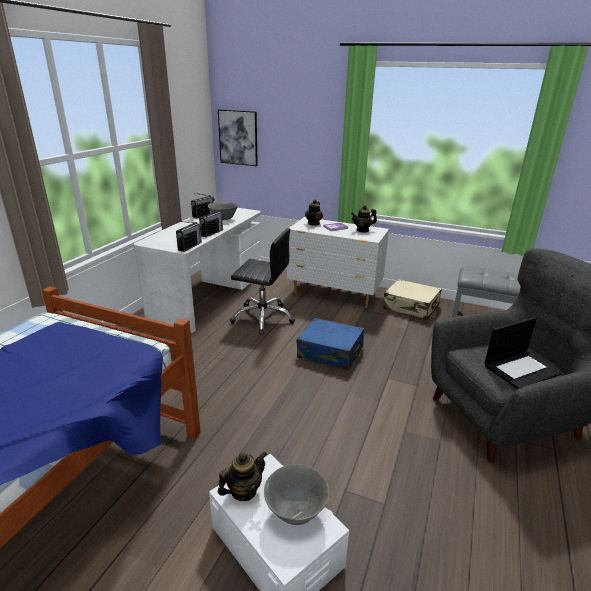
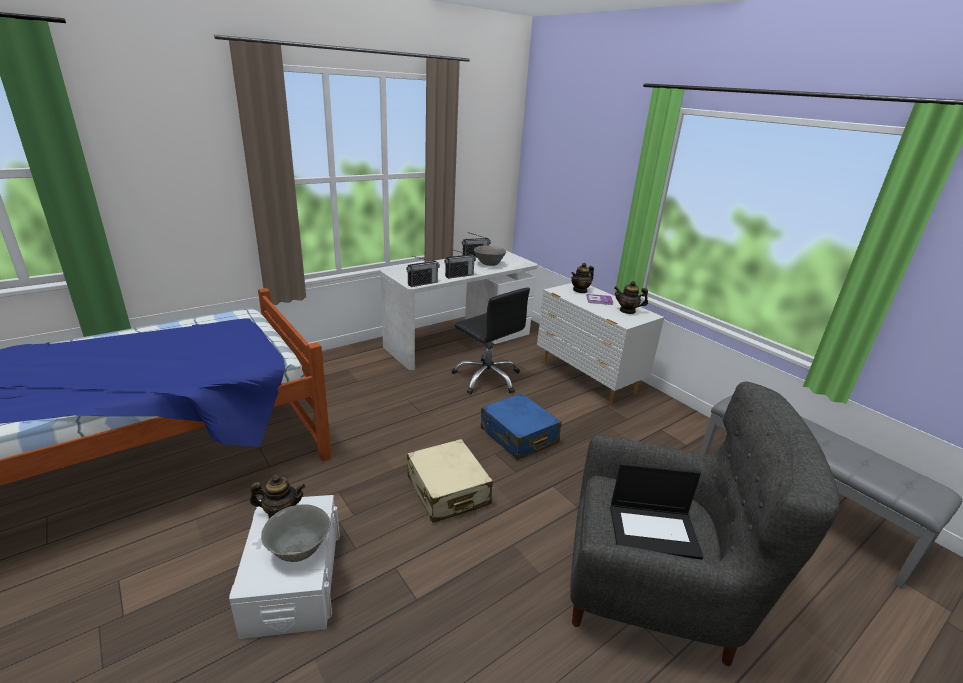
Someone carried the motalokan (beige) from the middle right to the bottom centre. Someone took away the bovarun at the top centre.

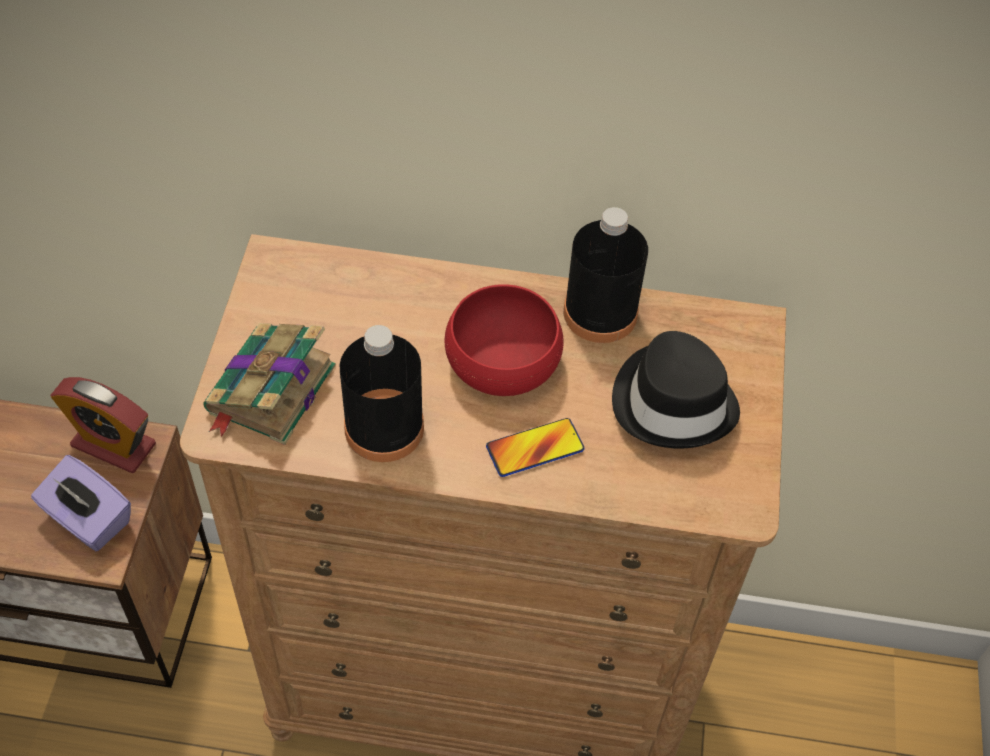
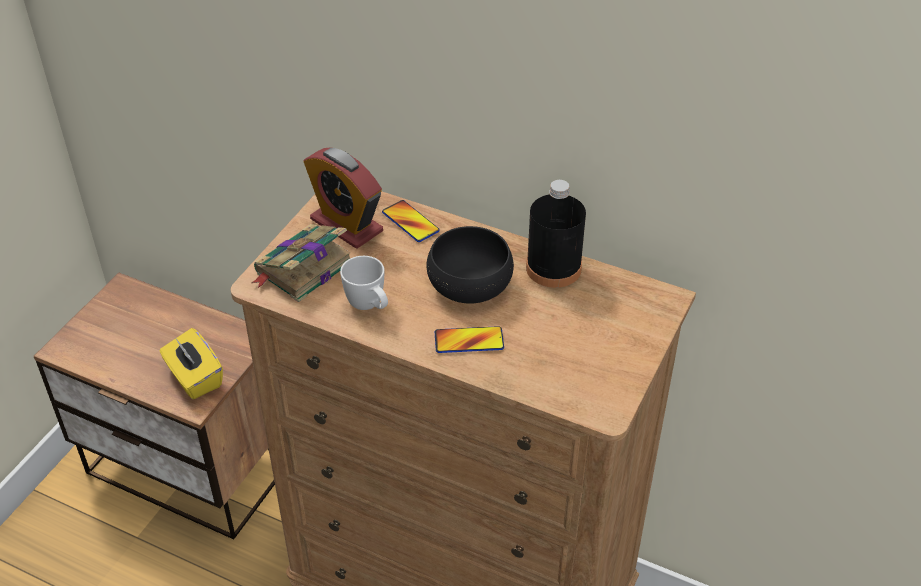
Someone repainted the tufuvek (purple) at the middle left, which became the tufuvek (yellow) at the middle left. Someone carried the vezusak from the middle left to the centre. Someone swapped the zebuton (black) (no. 1 from left) at the centre for the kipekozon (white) at the centre. Someone put down the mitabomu (no. 1 from left) at the centre. Someone repainted the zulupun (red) at the centre, which became the zulupun (black) at the centre. Someone took away the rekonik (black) at the middle right.

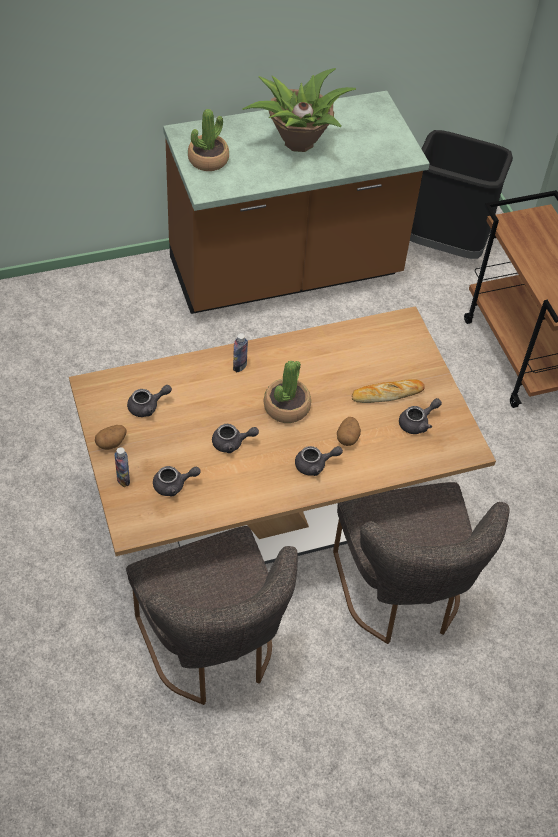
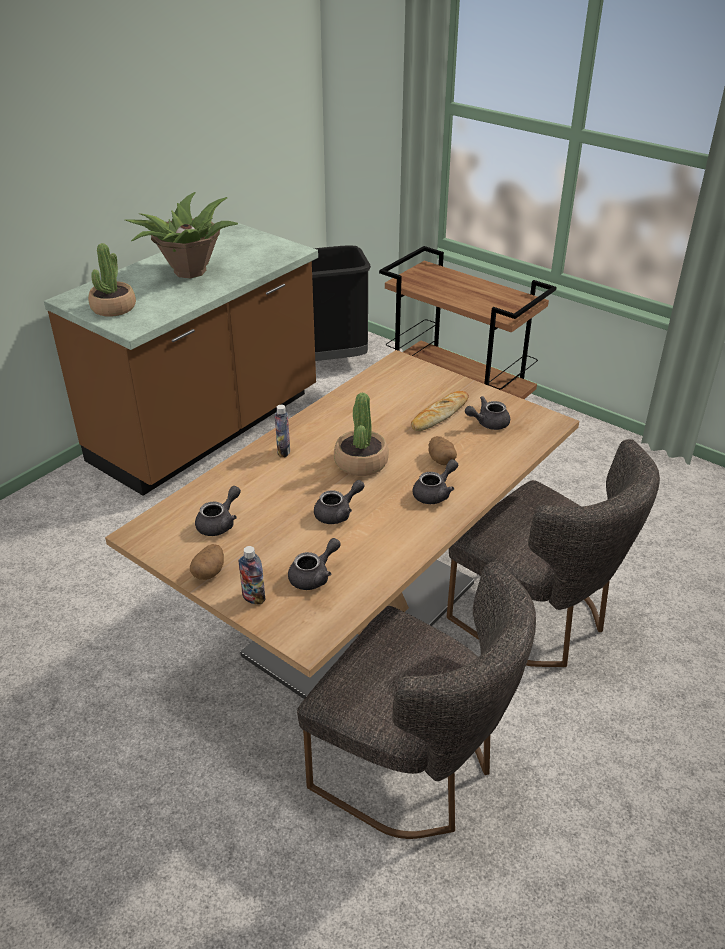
Someone rotated the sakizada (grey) (no. 5 from left) at the middle right by 135 degrees counterclockwise.

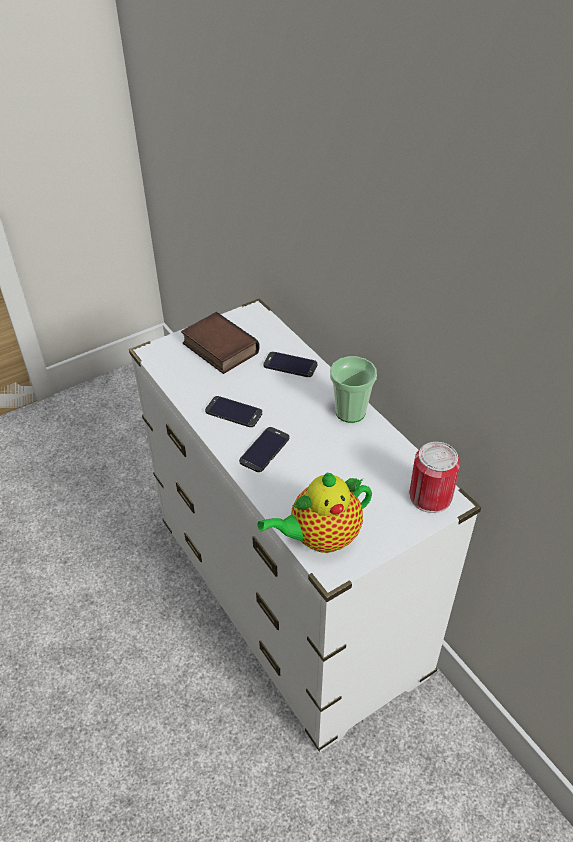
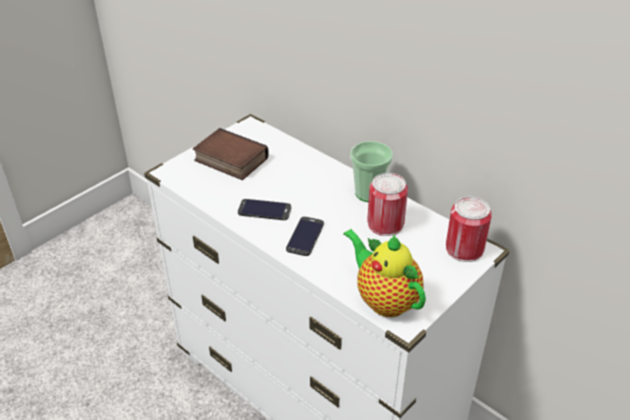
Someone rotated the sakizada at the centre by 90 degrees clockwise. Someone put down the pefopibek (no. 1 from left) at the centre. Someone took away the mitabomu (no. 3 from left) at the centre.

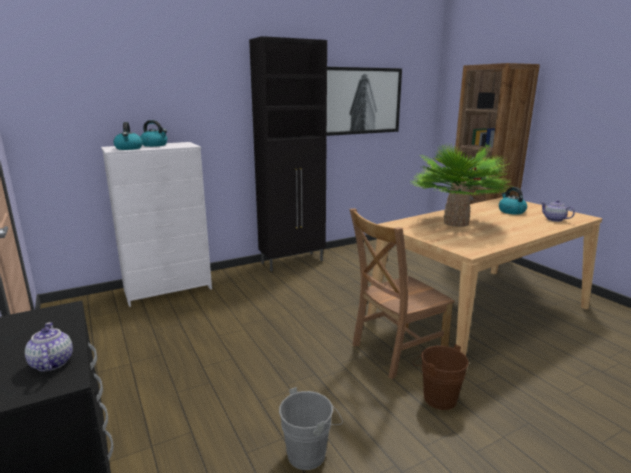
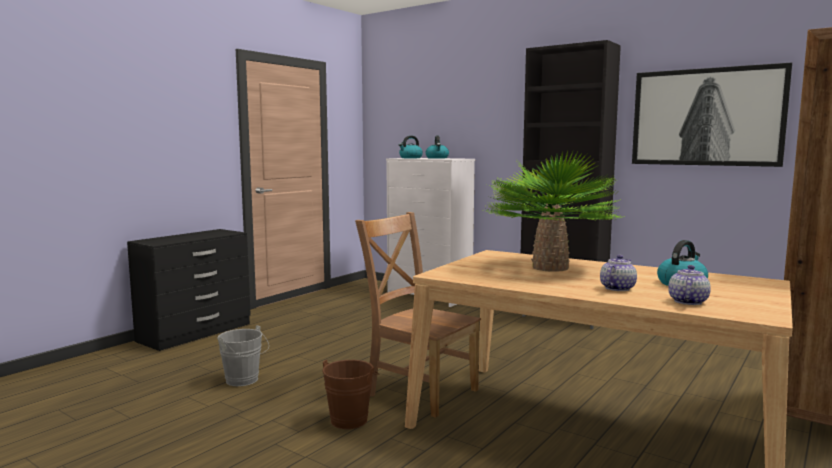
Someone carried the sakizada (no. 1 from left) from the bottom left to the middle right.

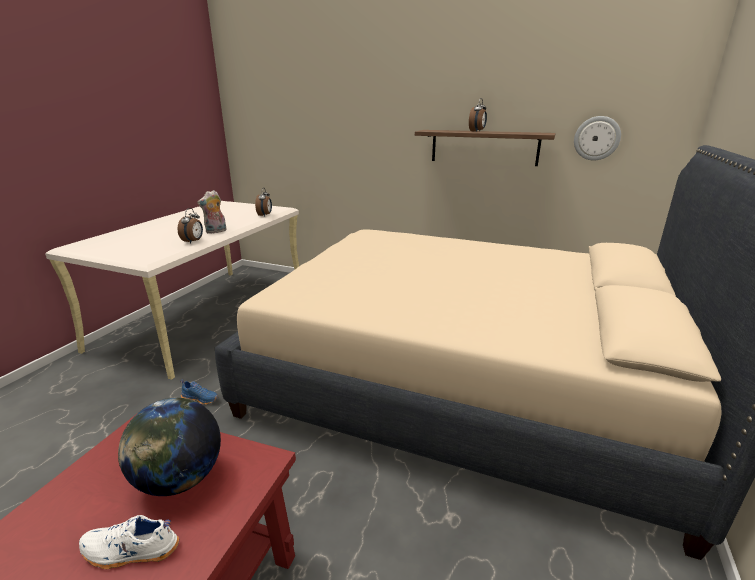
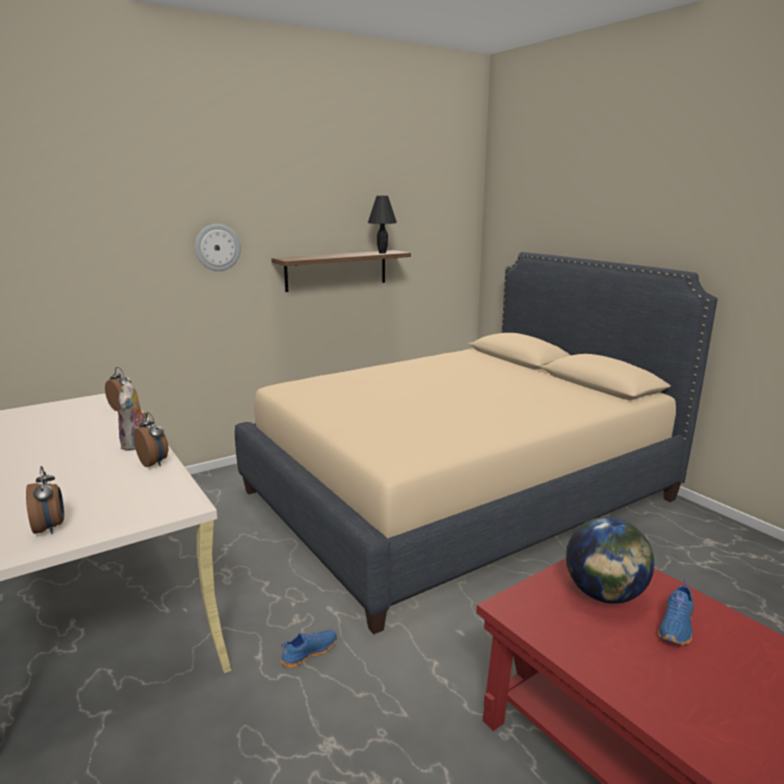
Someone carried the vezusak (no. 3 from left in the first image) from the top centre to the middle left. Someone carried the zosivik from the top right to the top left. Someone put down the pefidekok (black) at the top centre. Someone repainted the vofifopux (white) at the bottom left, which became the vofifopux (blue) (no. 2 from left) at the bottom right.

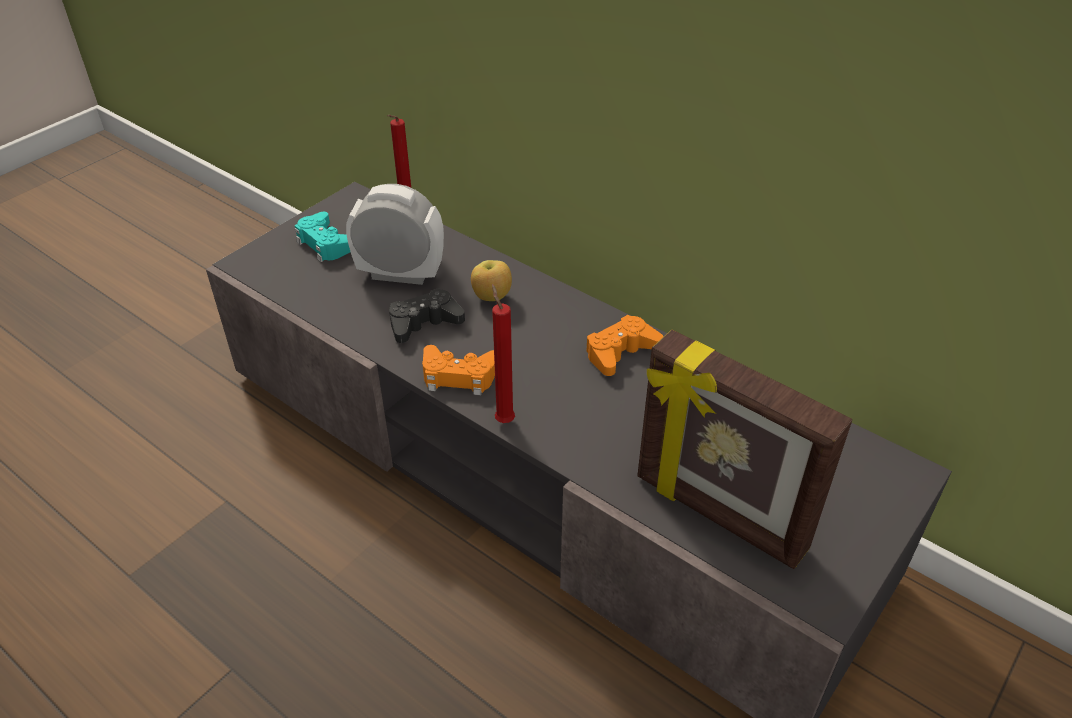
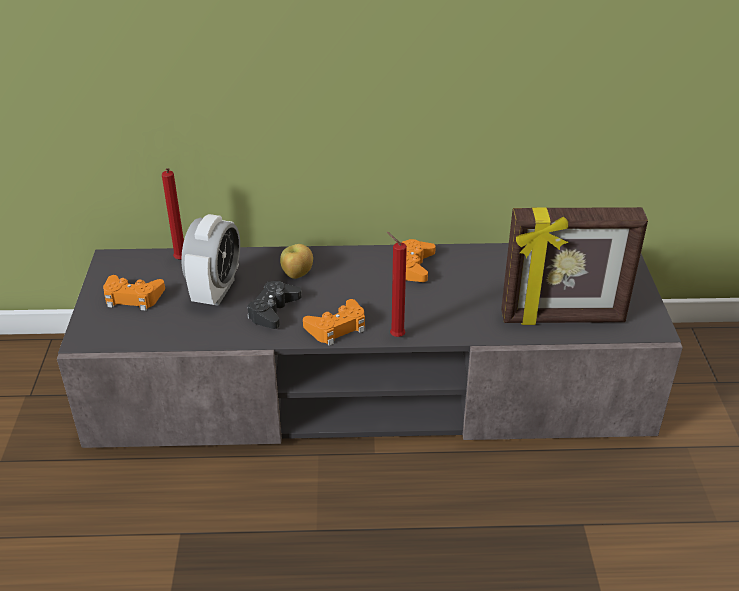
Someone repainted the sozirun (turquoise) at the top left, which became the sozirun (orange) (no. 1 from left) at the middle left. Someone rotated the vezusak at the top centre by 135 degrees clockwise.

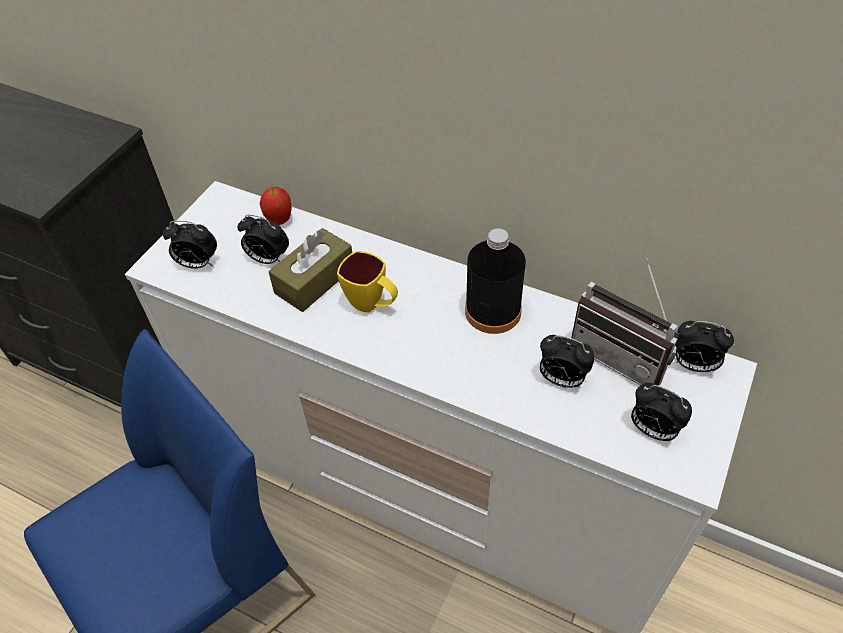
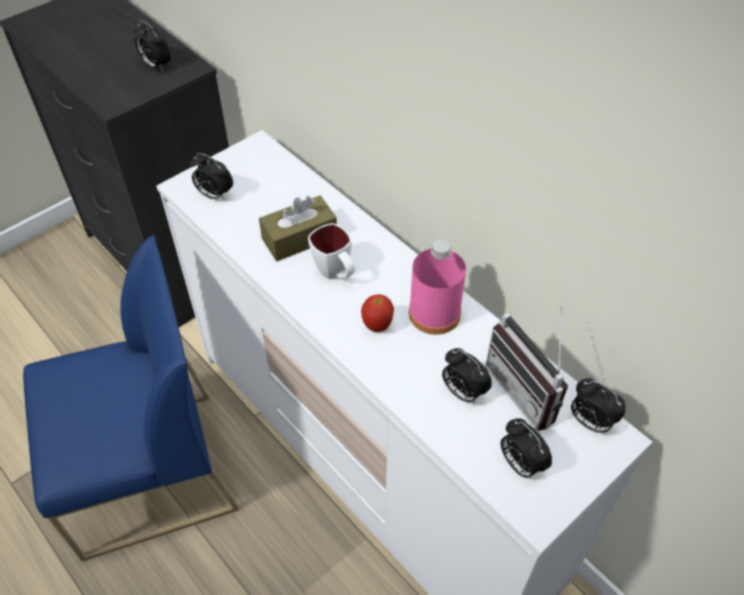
Someone carried the vezusak (no. 2 from left in the first image) from the middle left to the top left. Someone repainted the kipekozon (yellow) at the centre, which became the kipekozon (white) at the centre. Someone carried the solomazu from the top left to the centre. Someone repainted the zebuton (black) at the centre, which became the zebuton (pink) at the centre.

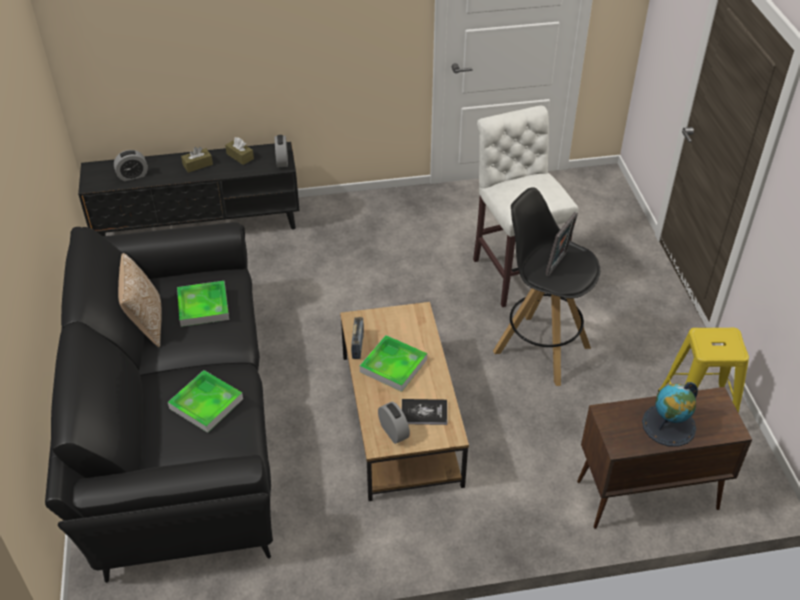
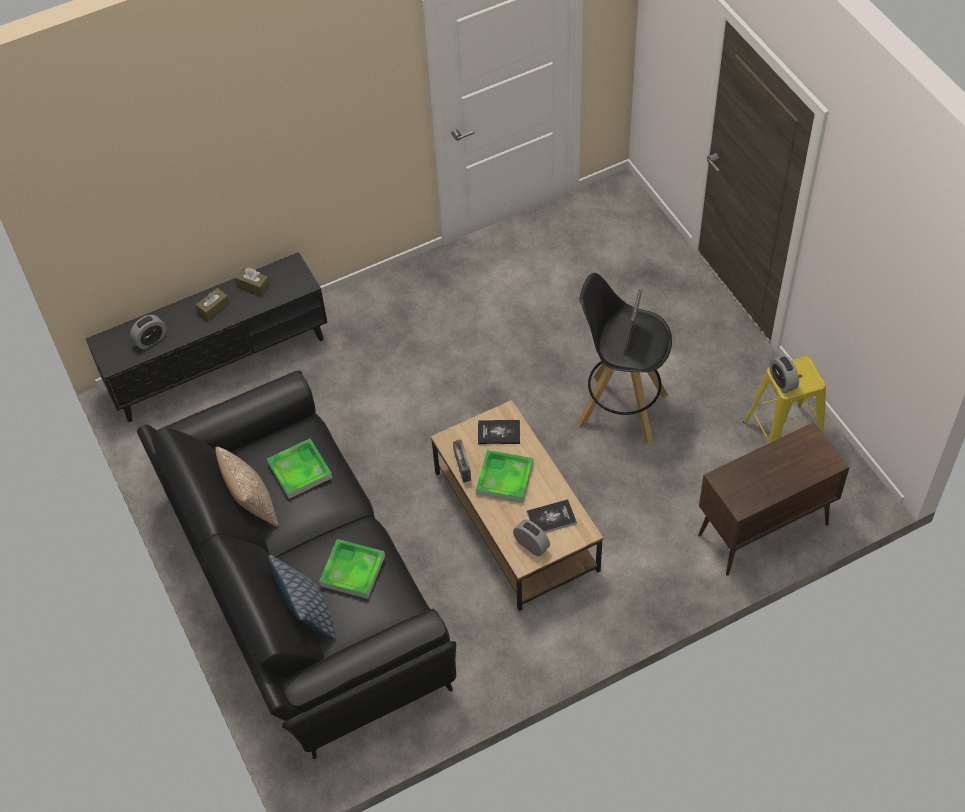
Someone put down the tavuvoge (no. 2 from left) at the bottom left. Someone put down the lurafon (no. 1 from left) at the centre. Someone carried the vezusak (no. 2 from left in the first image) from the top centre to the middle right. Someone took away the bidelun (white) at the centre. Someone took away the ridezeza at the bottom right.

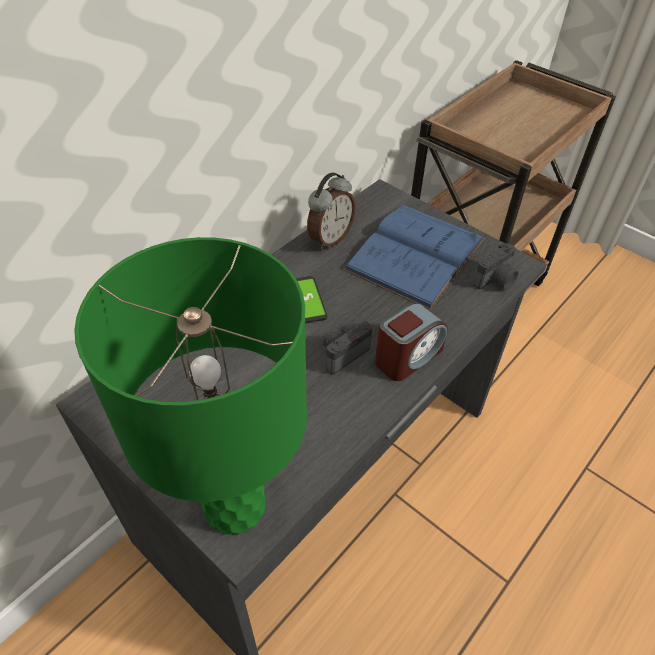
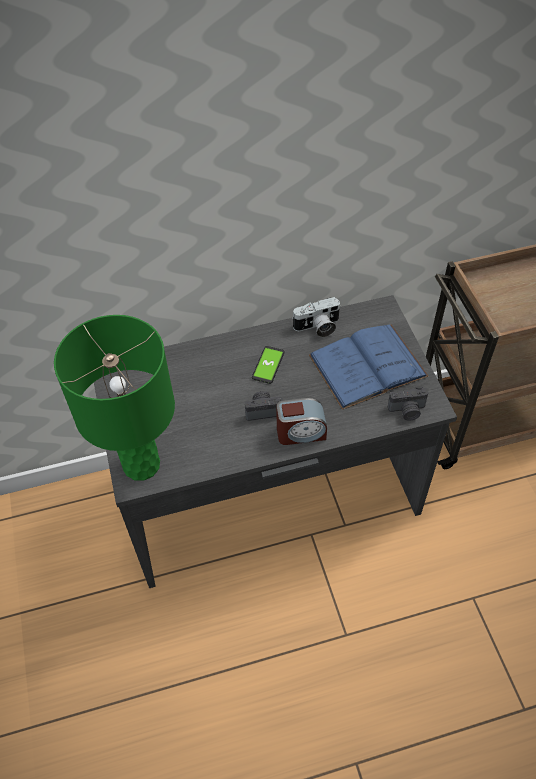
Someone swapped the vezusak (no. 1 from left) at the top centre for the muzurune (no. 2 from left) at the centre.

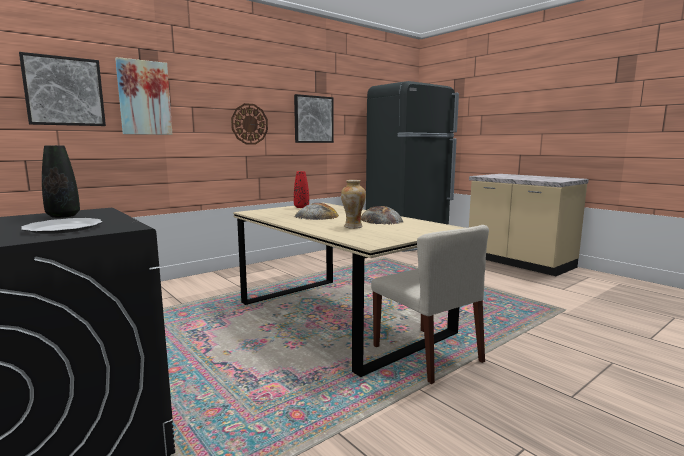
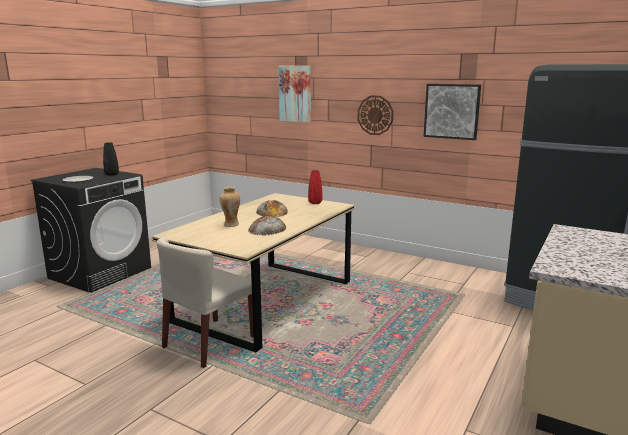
Someone took away the bovarun (no. 1 from left) at the top left.

